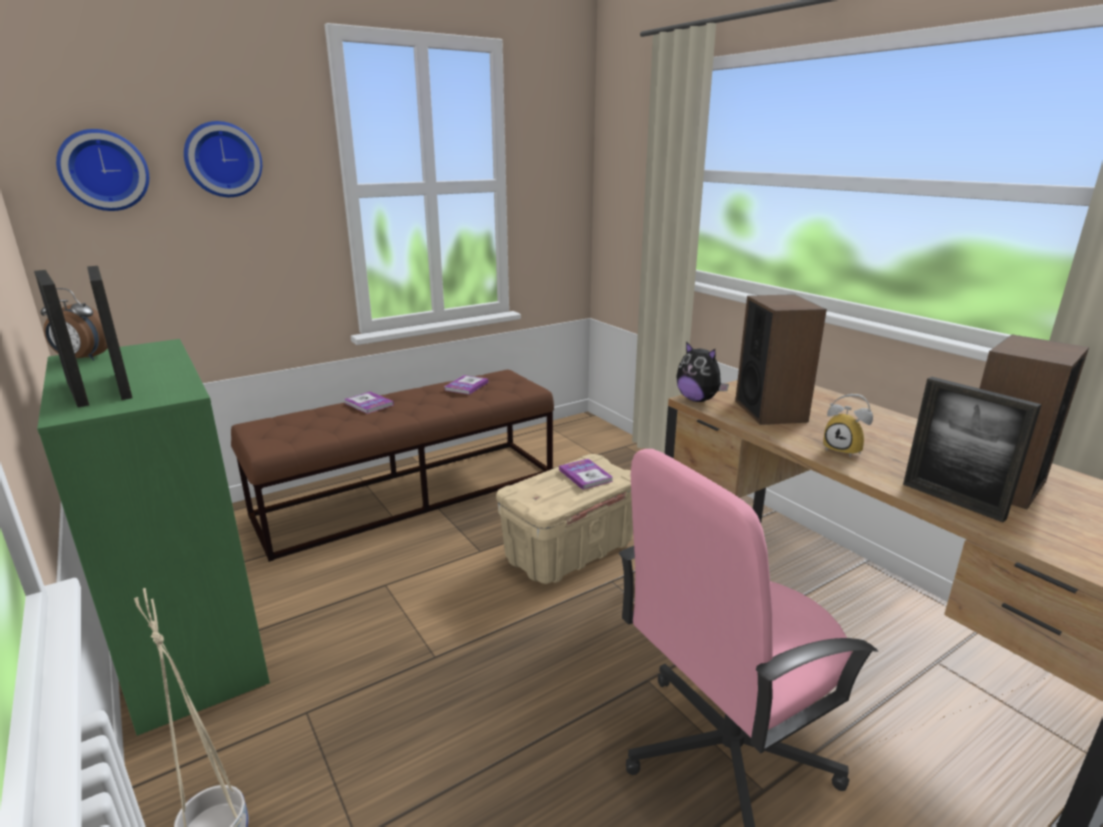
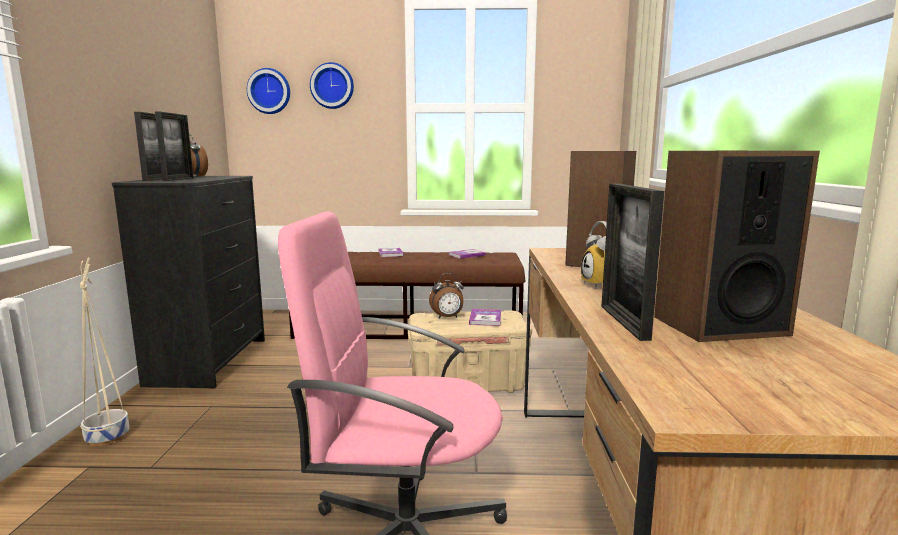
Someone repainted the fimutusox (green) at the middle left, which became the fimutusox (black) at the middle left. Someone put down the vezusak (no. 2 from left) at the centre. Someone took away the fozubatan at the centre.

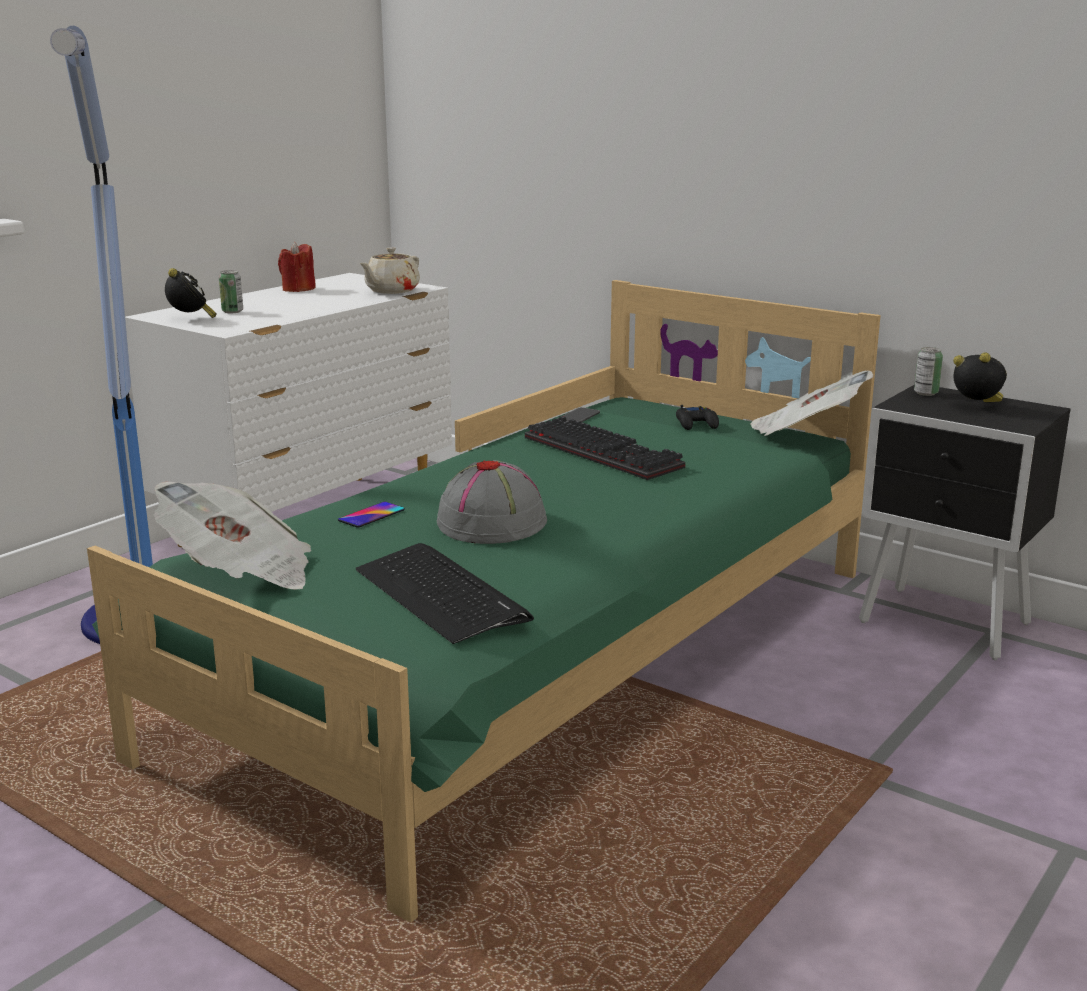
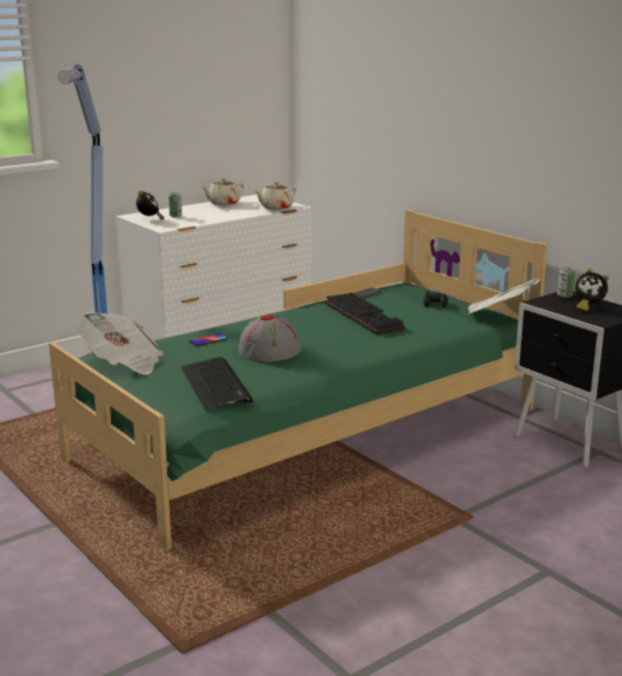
Someone swapped the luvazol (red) at the top left for the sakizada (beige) (no. 1 from left) at the top centre. Someone rotated the vezusak (no. 2 from left) at the middle right by 150 degrees clockwise.

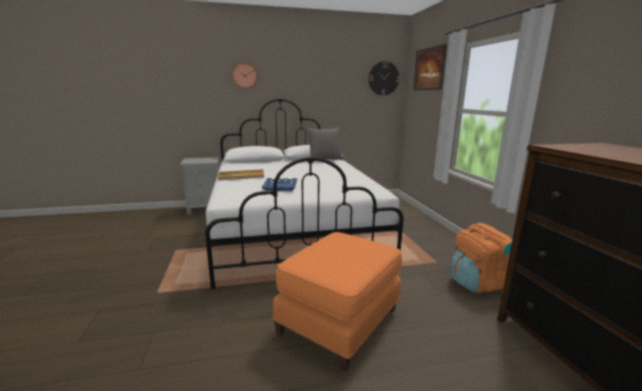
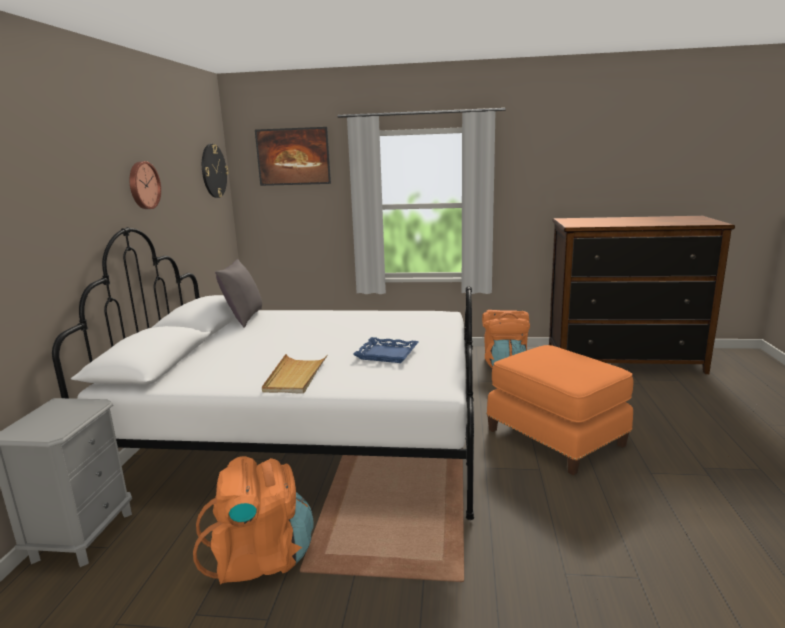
Someone carried the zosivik (no. 1 from left) from the top centre to the top left. Someone put down the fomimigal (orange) (no. 1 from left) at the bottom left.

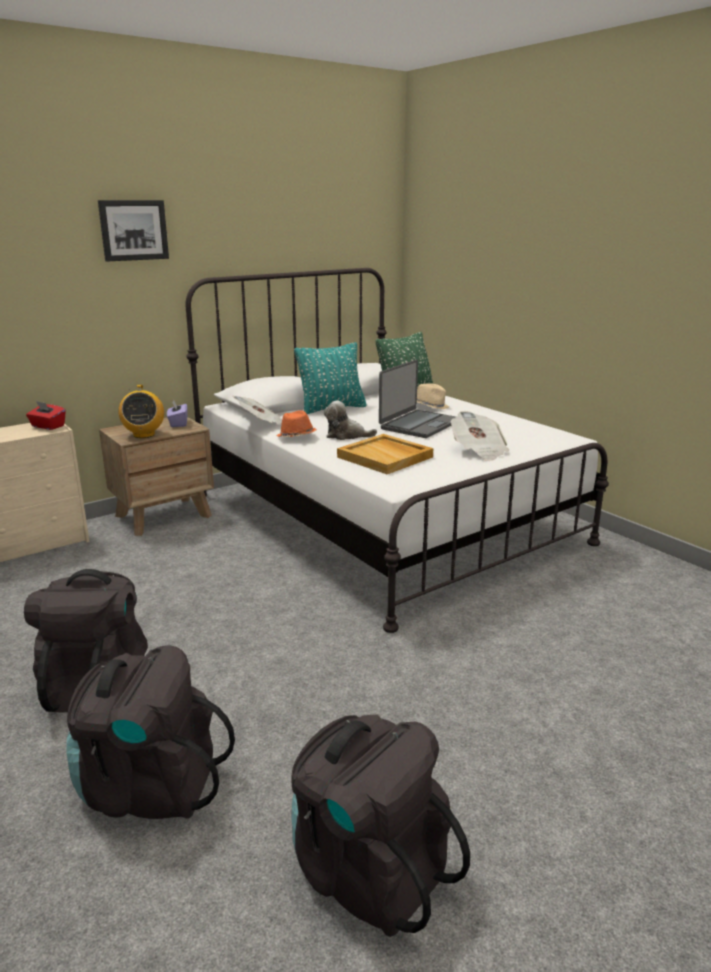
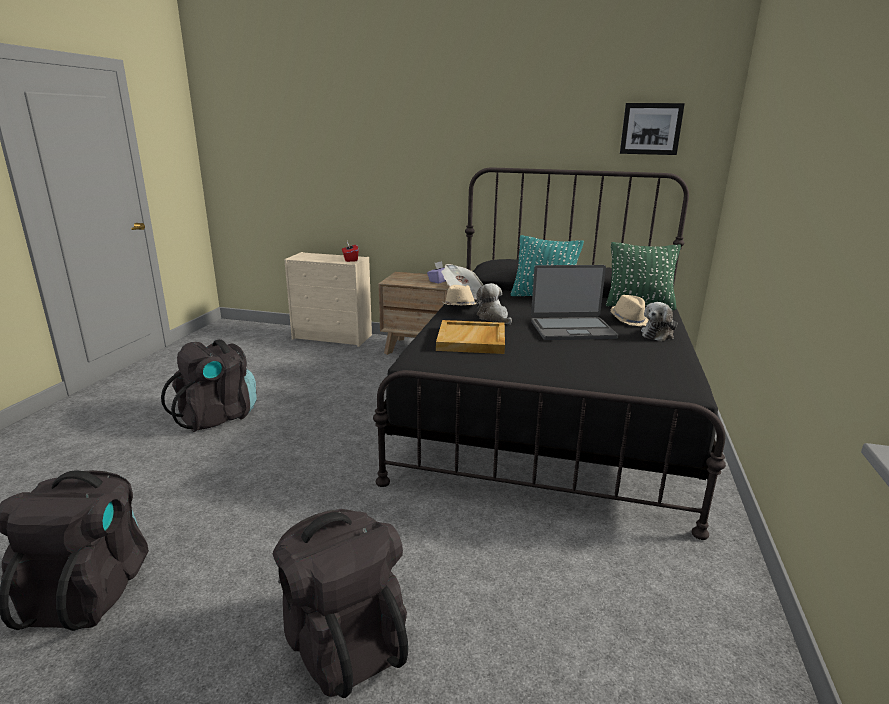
Someone carried the fomimigal (black) (no. 2 from left in the first image) from the bottom left to the bottom centre. Someone repainted the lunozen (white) at the centre, which became the lunozen (black) at the centre. Someone repainted the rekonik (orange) at the centre, which became the rekonik (beige) (no. 1 from left) at the centre. Someone carried the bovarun from the top left to the top right. Someone put down the fozubatan (no. 2 from left) at the middle right. Someone took away the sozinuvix at the middle left. Someone took away the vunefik (no. 2 from left) at the middle right.

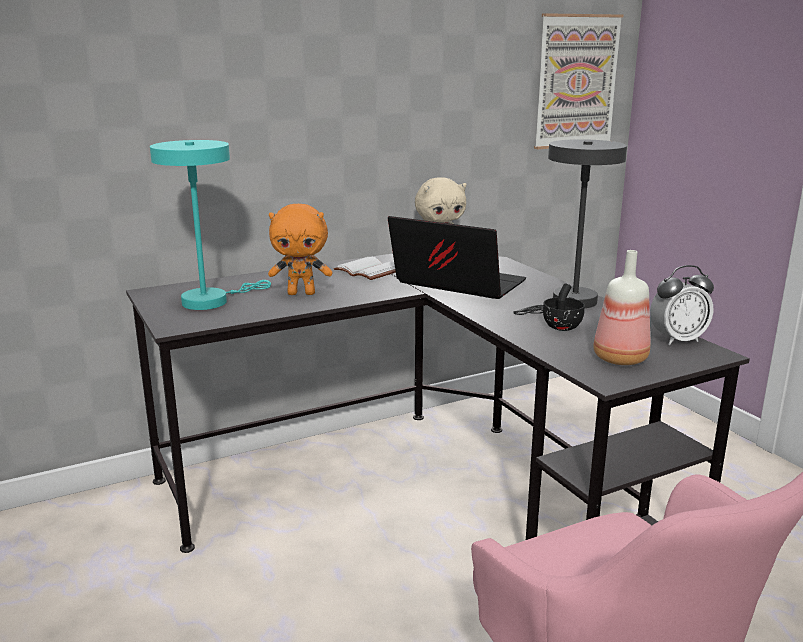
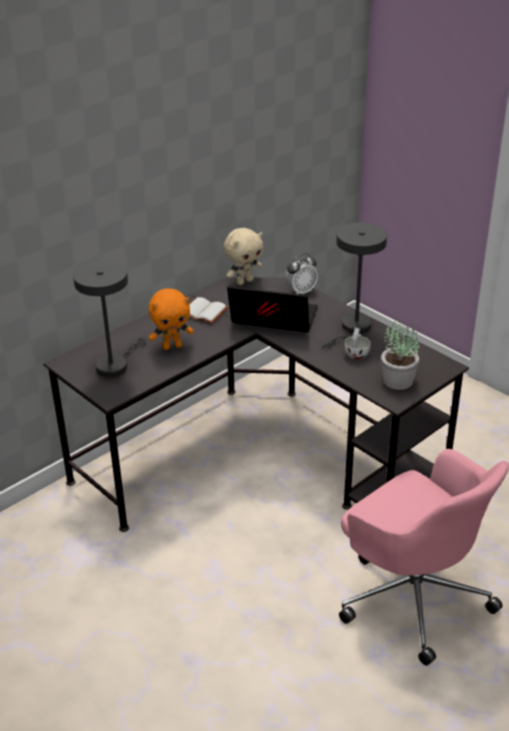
Someone repainted the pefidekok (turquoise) at the middle left, which became the pefidekok (grey) (no. 1 from left) at the middle left. Someone carried the vezusak from the middle right to the centre. Someone repainted the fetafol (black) at the middle right, which became the fetafol (white) at the middle right. Someone swapped the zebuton at the middle right for the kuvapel at the middle right. Someone took away the bovarun at the top right.

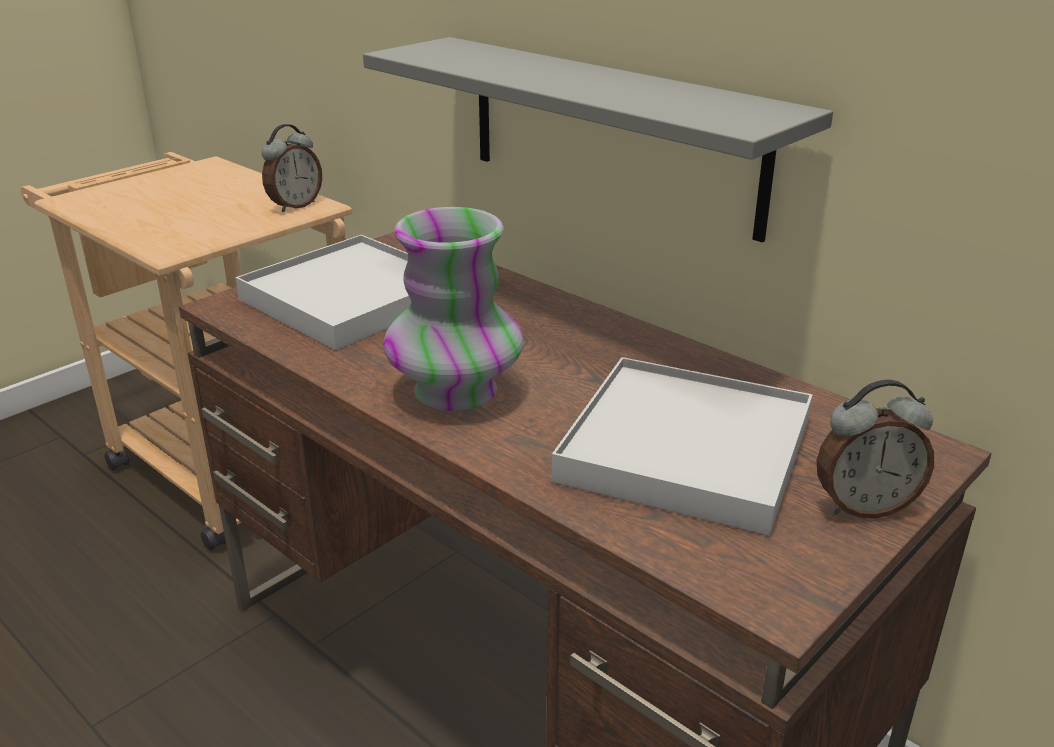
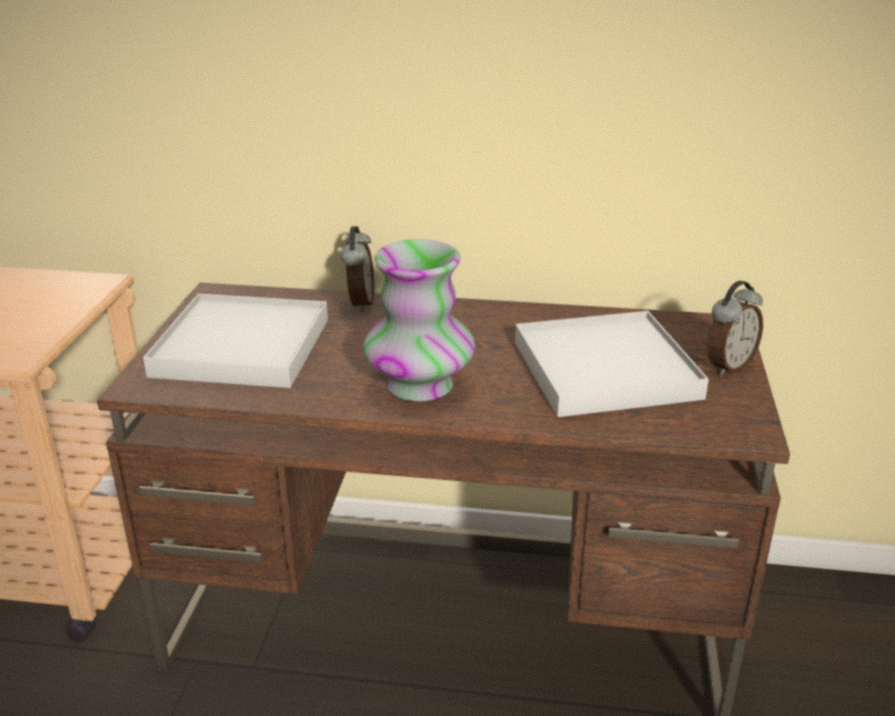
Someone carried the vezusak (no. 1 from left) from the top left to the centre. Someone took away the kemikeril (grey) at the top centre.

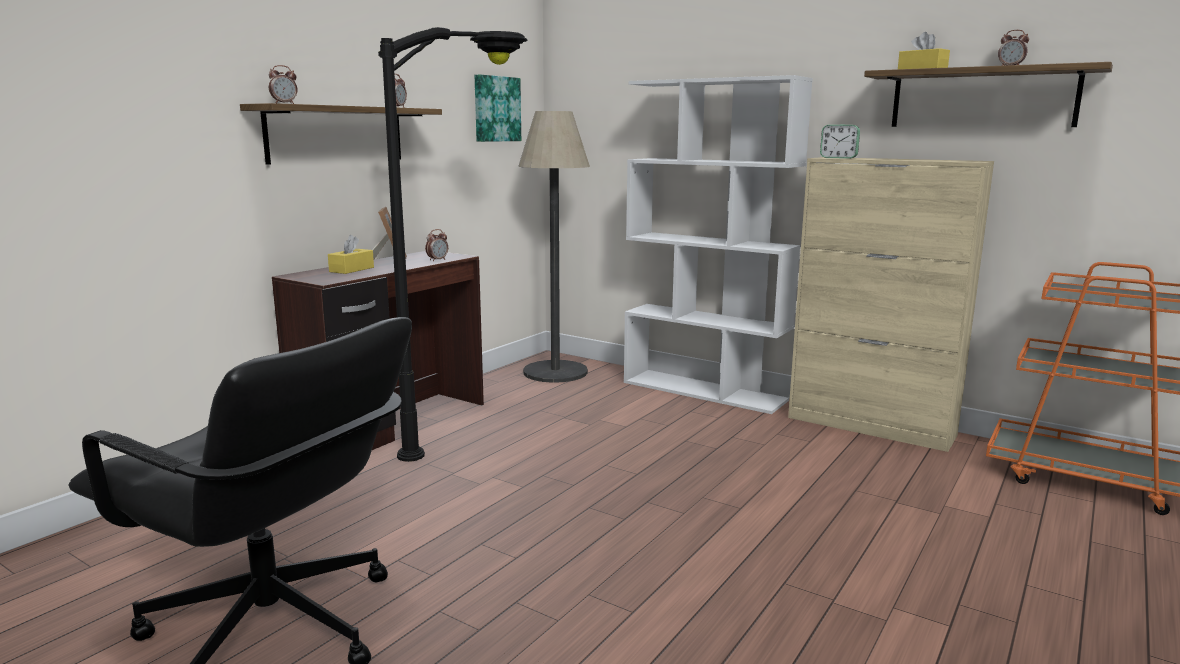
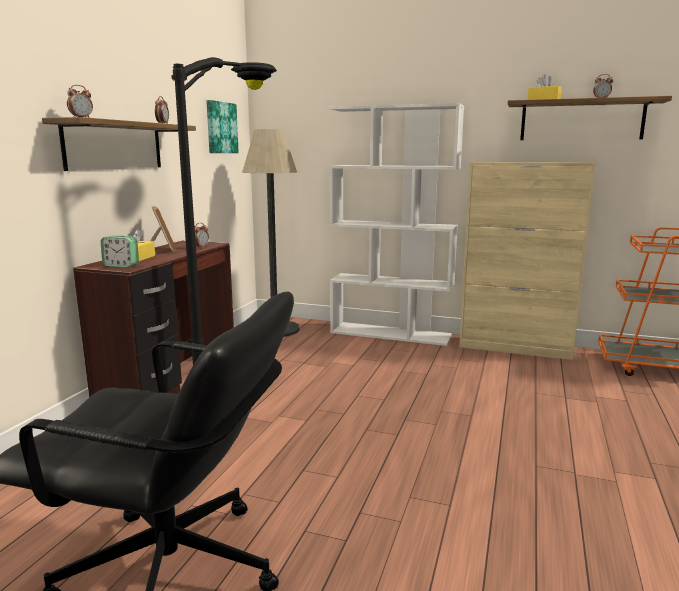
Someone carried the vezusak (no. 4 from left in the first image) from the top right to the middle left.

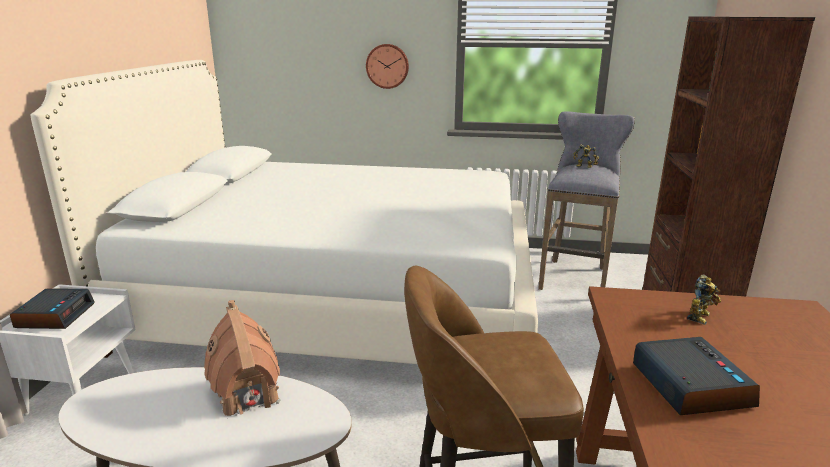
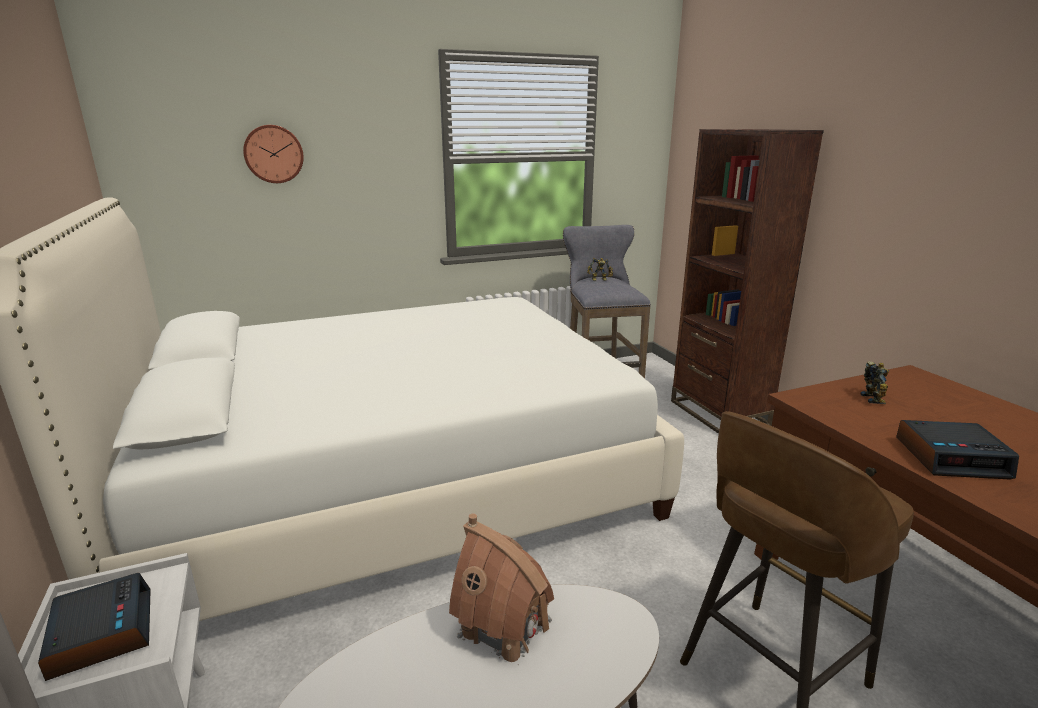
Someone carried the zosivik from the top centre to the top left. Someone rotated the vezusak (no. 2 from left) at the bottom right by 135 degrees clockwise.

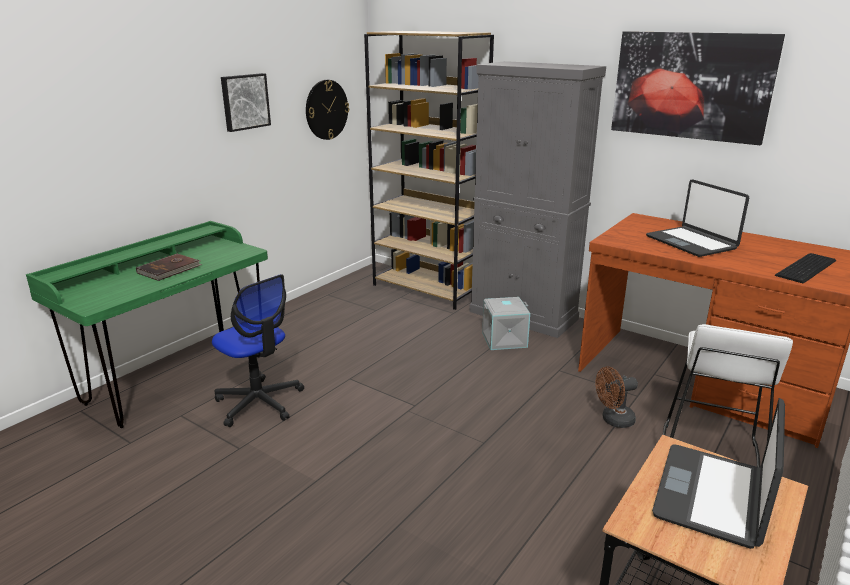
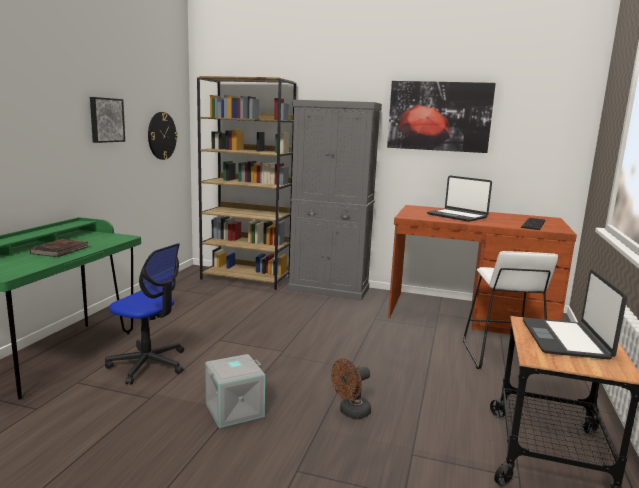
Someone carried the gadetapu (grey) from the centre to the bottom centre. Someone carried the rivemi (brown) from the bottom right to the bottom centre.

